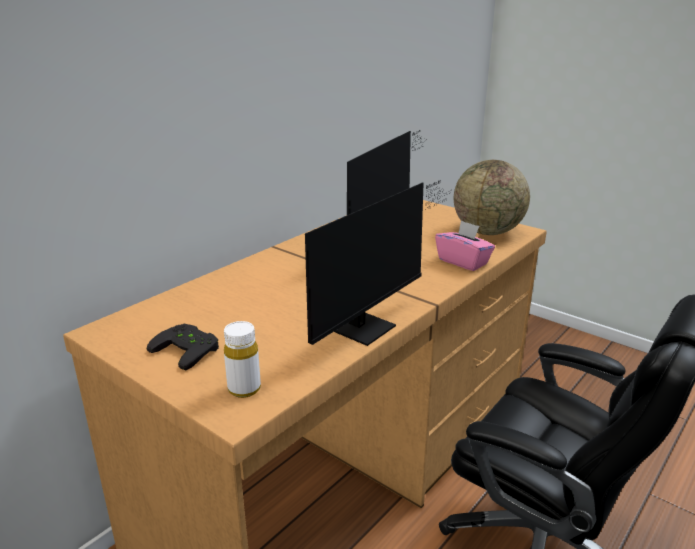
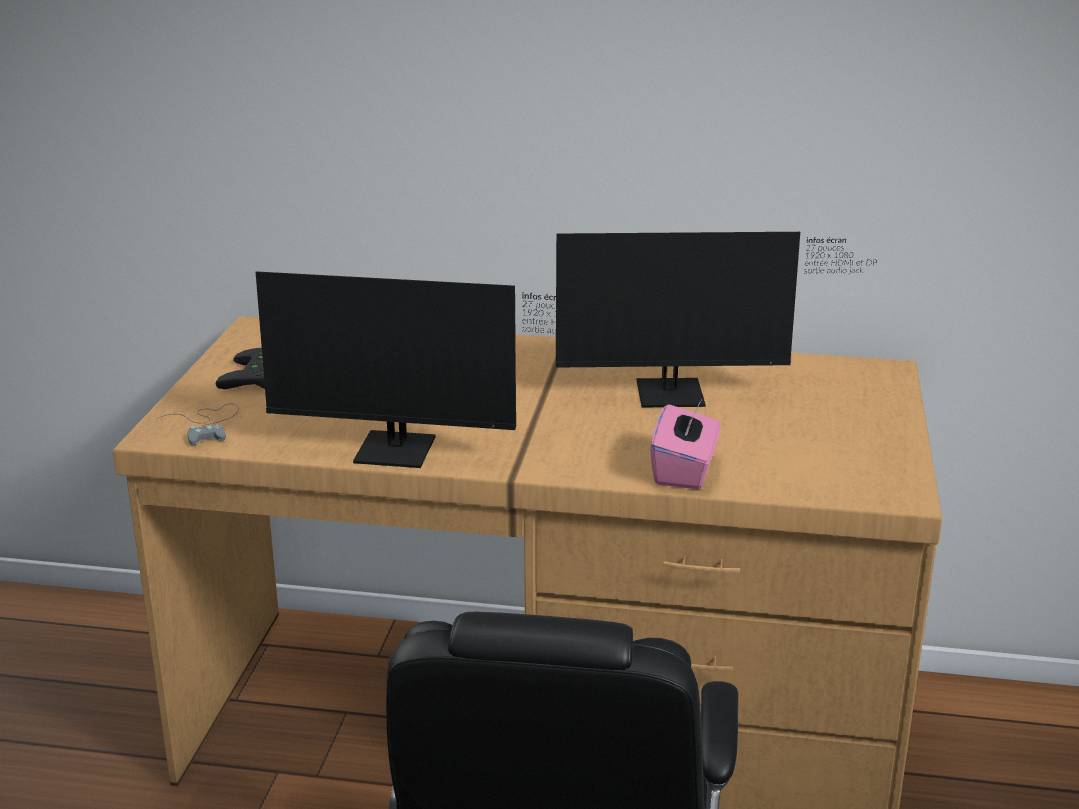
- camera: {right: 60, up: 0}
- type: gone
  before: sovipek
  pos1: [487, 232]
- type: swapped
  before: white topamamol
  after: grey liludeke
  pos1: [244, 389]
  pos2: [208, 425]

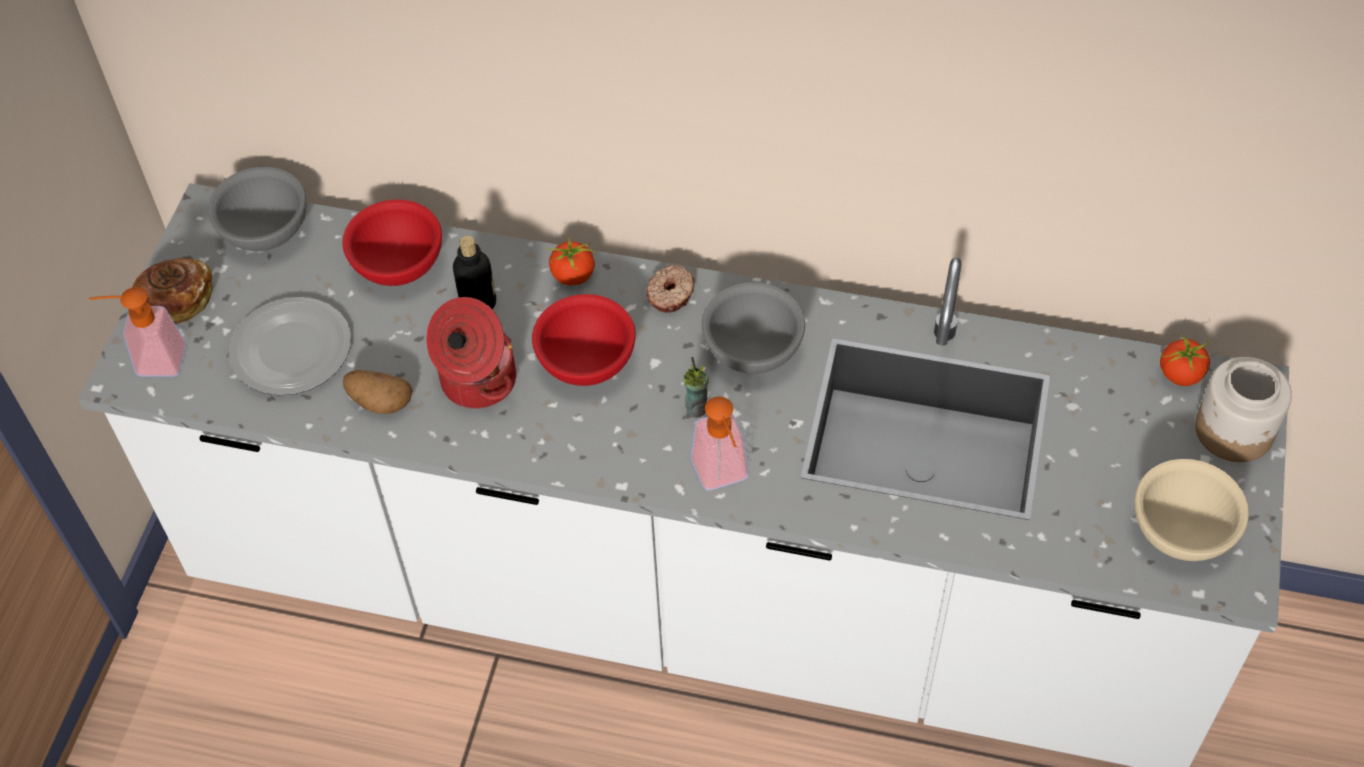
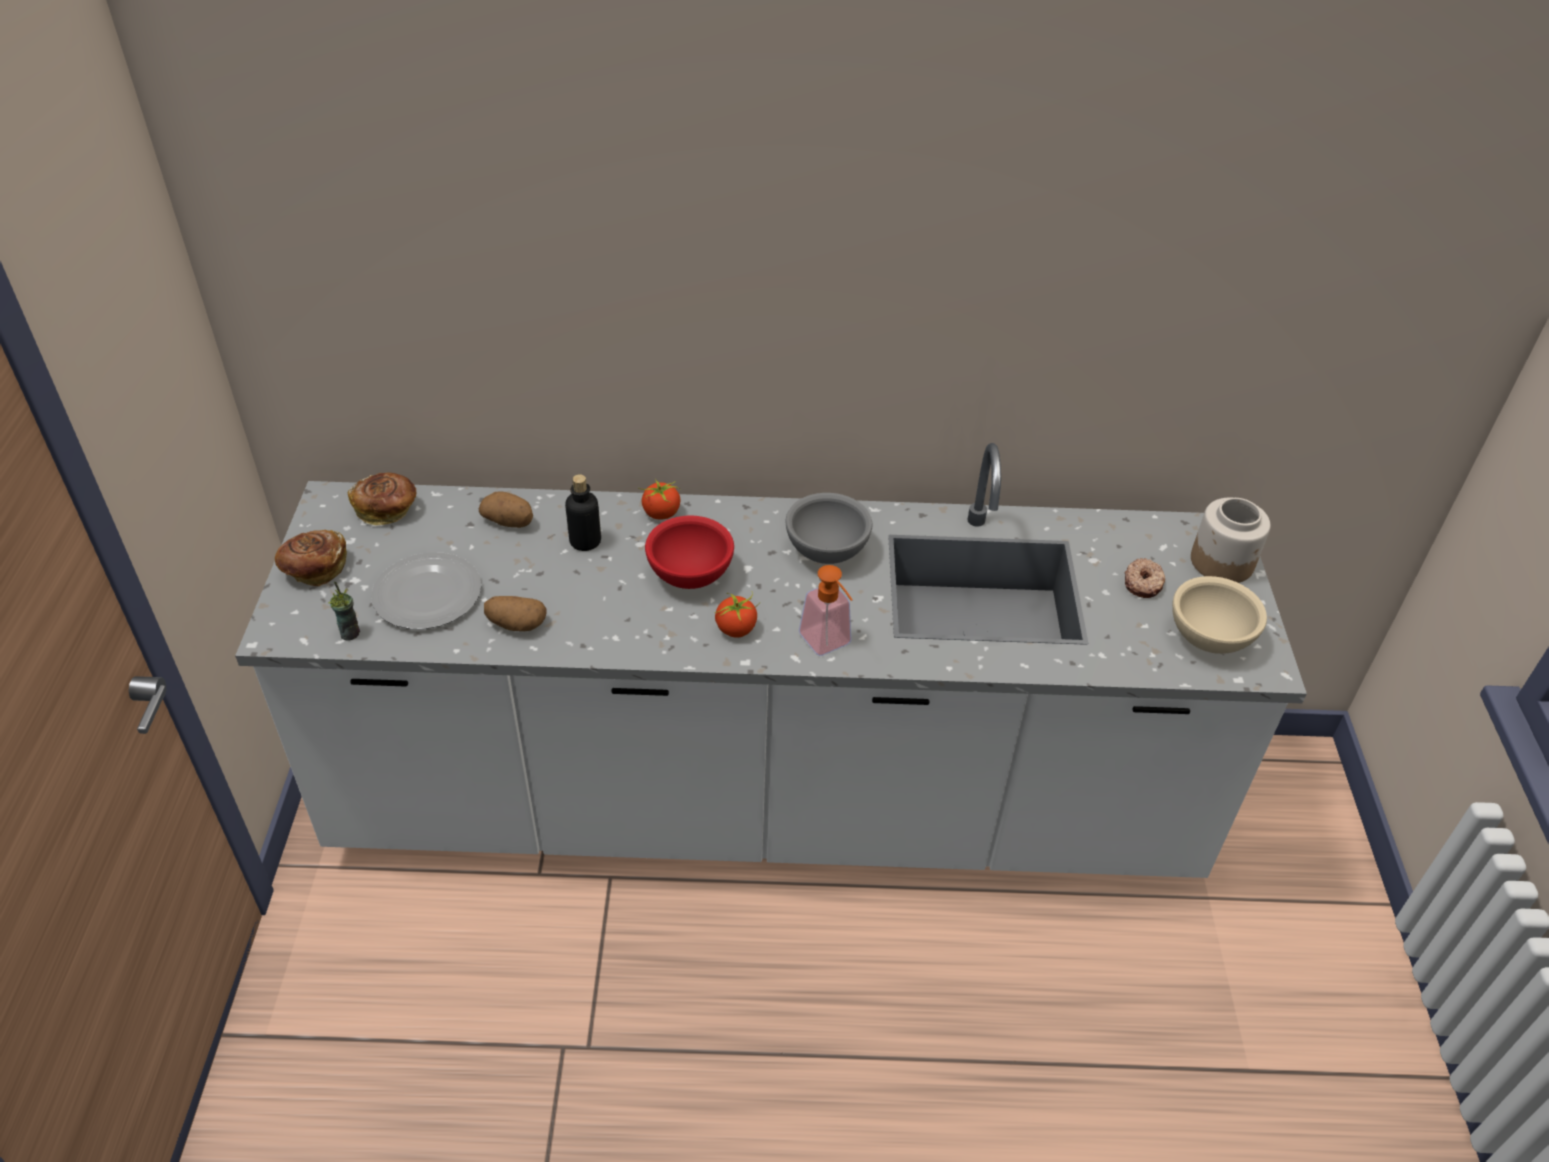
- camera: {right: -15, up: -10}
- type: gone
  before: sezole
  pos1: [151, 360]
- type: gone
  before: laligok
  pos1: [476, 381]
- type: shifted
  before: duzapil
  pos1: [671, 294]
  pos2: [1143, 583]
- type: shifted
  before: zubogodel
  pos1: [696, 408]
  pos2: [350, 633]
- type: shifted
  before: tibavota
  pos1: [1180, 374]
  pos2: [736, 629]
- type: swapped
  before: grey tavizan
  after: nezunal
  pos1: [268, 233]
  pos2: [387, 510]
- type: swapped
  before: red tavizan
  after: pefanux
  pos1: [399, 265]
  pos2: [509, 521]

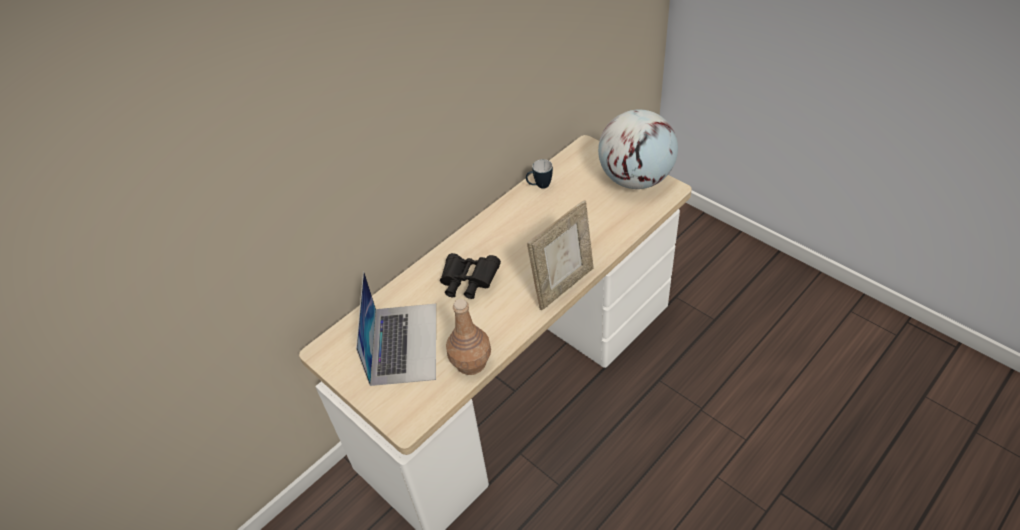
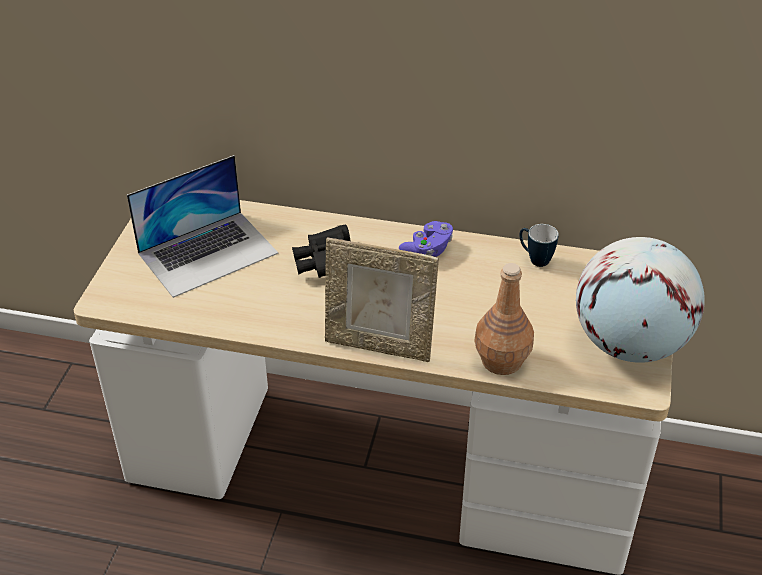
- camera: {right: 55, up: -5}
- type: new
  after: purple liludeke
  pos2: [428, 250]
- type: shifted
  before: brown topamamol
  pos1: [471, 363]
  pos2: [501, 361]

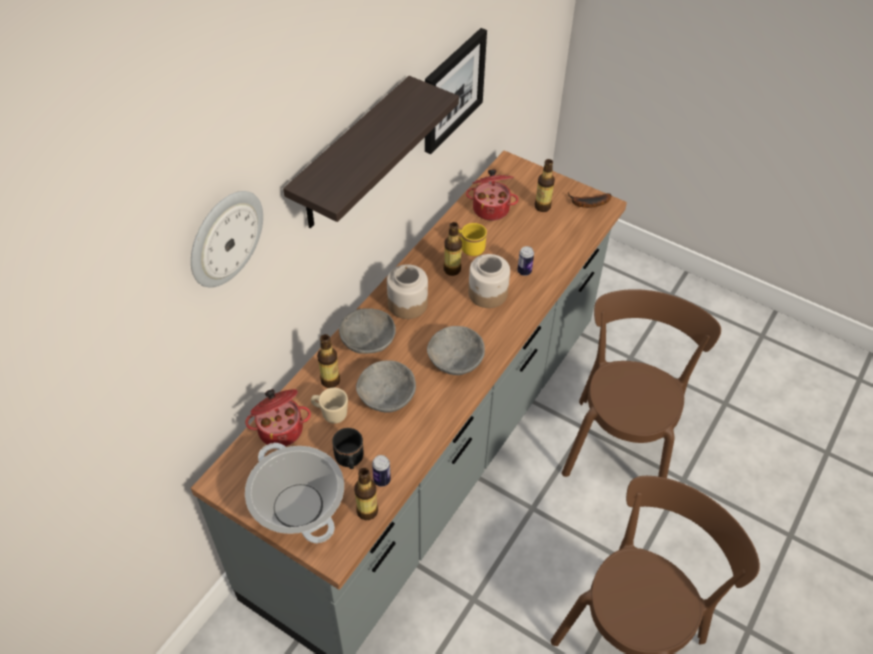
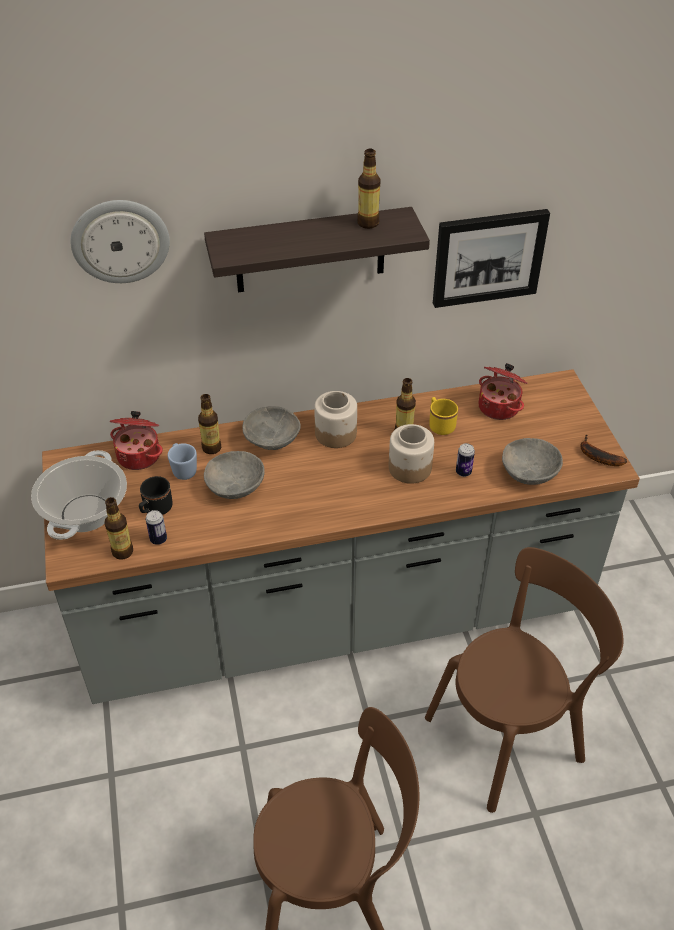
- camera: {right: 45, up: -5}
- type: shifted
  before: grey tavizan
  pos1: [456, 360]
  pos2: [530, 473]
- type: shifted
  before: topamamol
  pos1: [542, 207]
  pos2: [368, 223]
- type: repainted
  before: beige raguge
  after: blue raguge
  pos1: [330, 413]
  pos2: [183, 469]

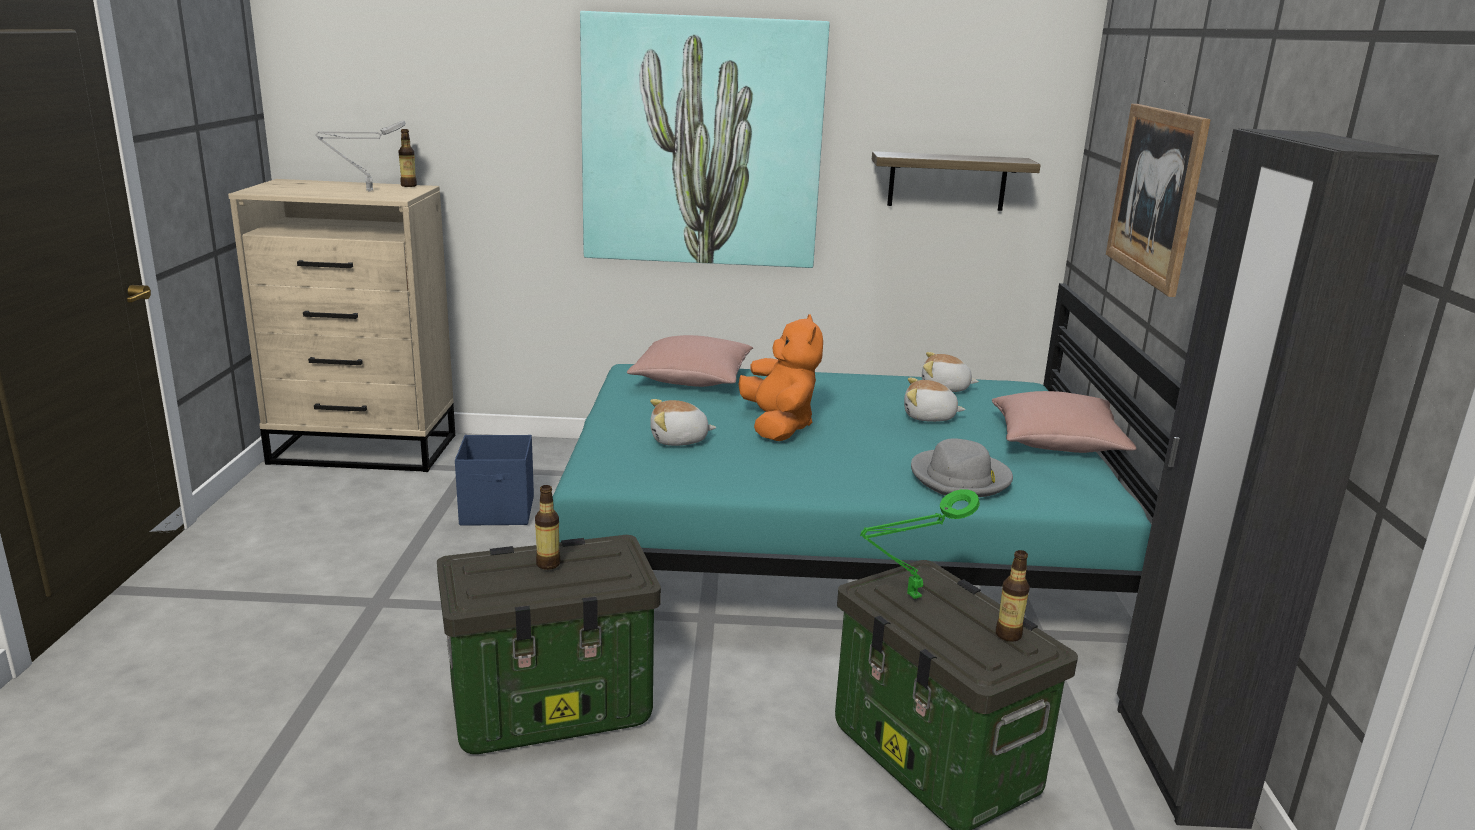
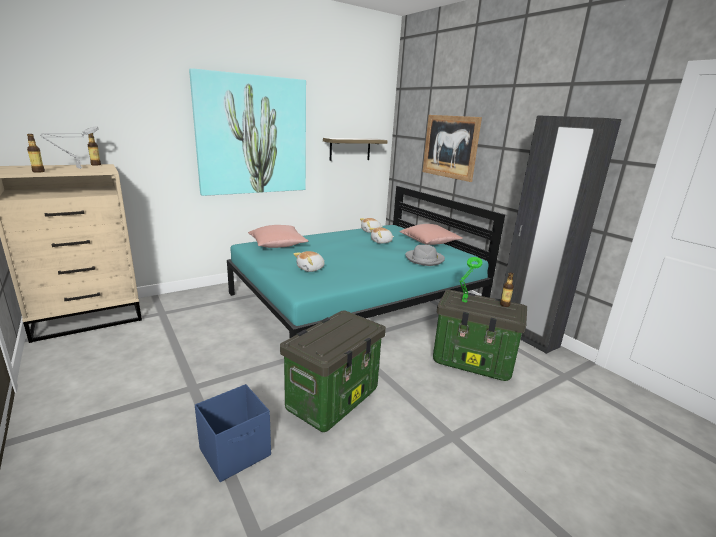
- camera: {right: -35, up: 0}
- type: gone
  before: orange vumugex
  pos1: [778, 426]
- type: shifted
  before: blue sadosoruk
  pos1: [498, 511]
  pos2: [236, 452]
- type: shifted
  before: topamamol
  pos1: [548, 564]
  pos2: [38, 171]

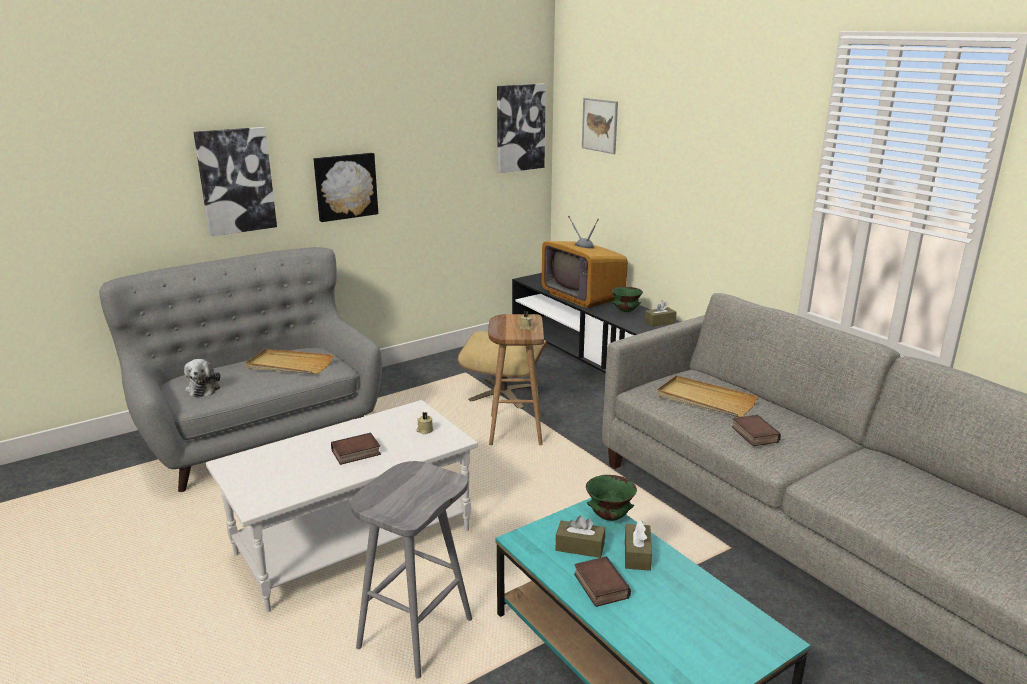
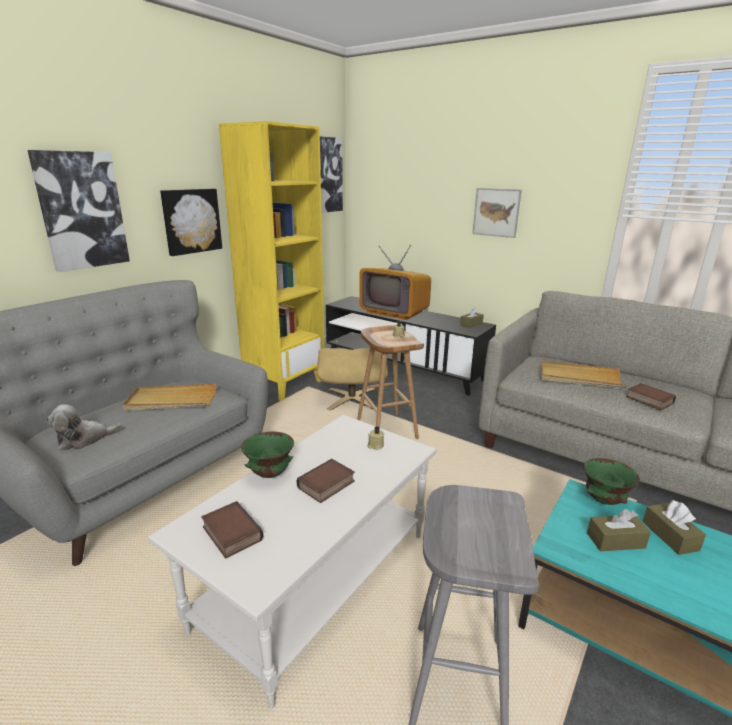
- camera: {right: -20, up: 0}
- type: new
  after: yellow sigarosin
  pos2: [285, 384]
- type: shifted
  before: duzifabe
  pos1: [599, 586]
  pos2: [230, 533]
- type: shifted
  before: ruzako
  pos1: [600, 125]
  pos2: [496, 212]
- type: shifted
  before: green tavizan
  pos1: [625, 311]
  pos2: [269, 474]
- type: rotated
  before: vumugex
  pos1: [204, 388]
  pos2: [84, 439]
  turn: 90

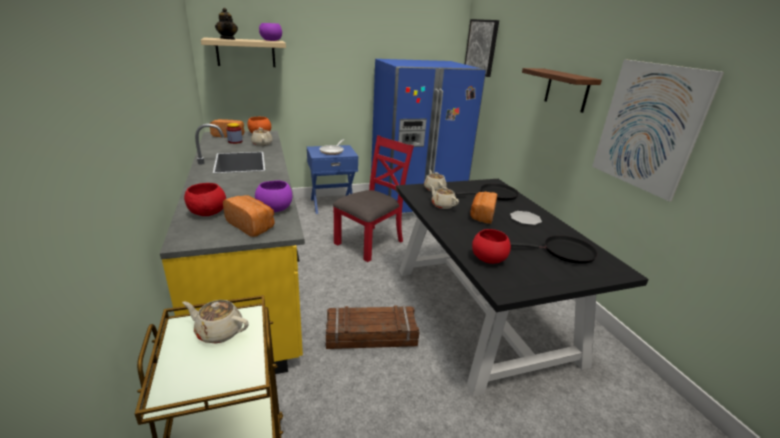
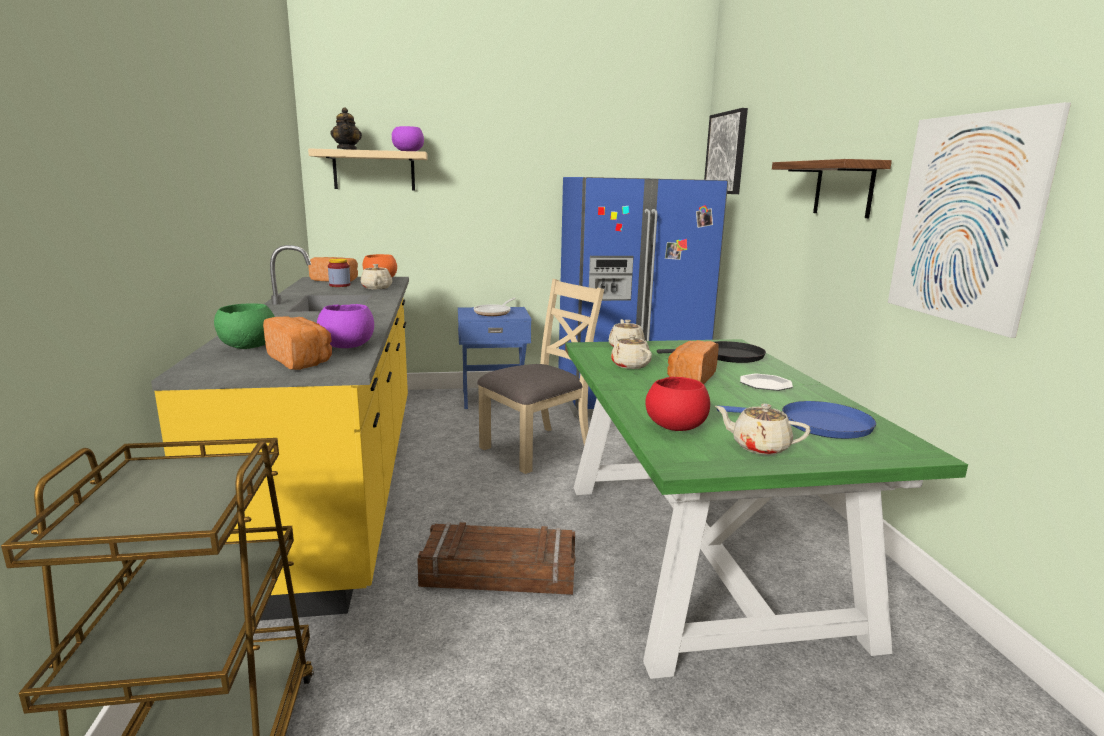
- camera: {right: 10, up: -10}
- type: shifted
  before: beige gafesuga
  pos1: [219, 331]
  pos2: [759, 446]
- type: repainted
  before: red tavizan
  after: green tavizan
  pos1: [207, 212]
  pos2: [247, 346]
- type: repainted
  before: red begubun
  after: beige begubun
  pos1: [370, 242]
  pos2: [537, 448]
- type: repainted
  before: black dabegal
  after: green dabegal
  pos1: [482, 312]
  pos2: [701, 555]
- type: repainted
  before: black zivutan
  after: blue zivutan
  pos1: [564, 252]
  pos2: [818, 425]

